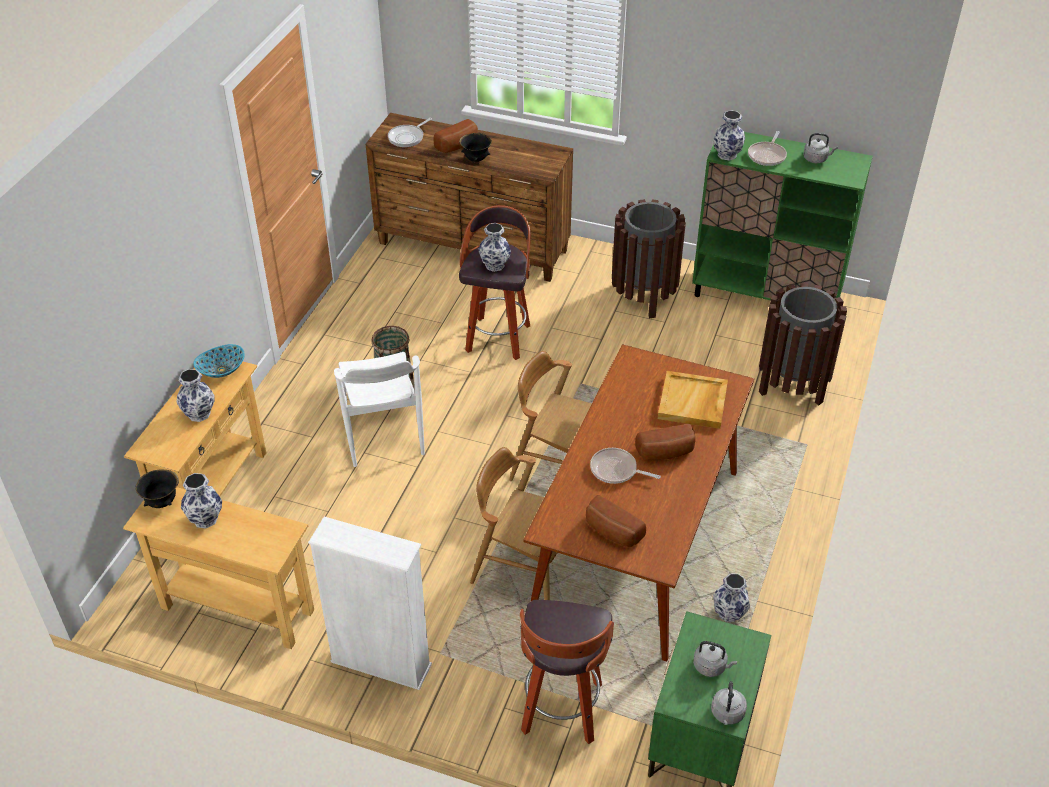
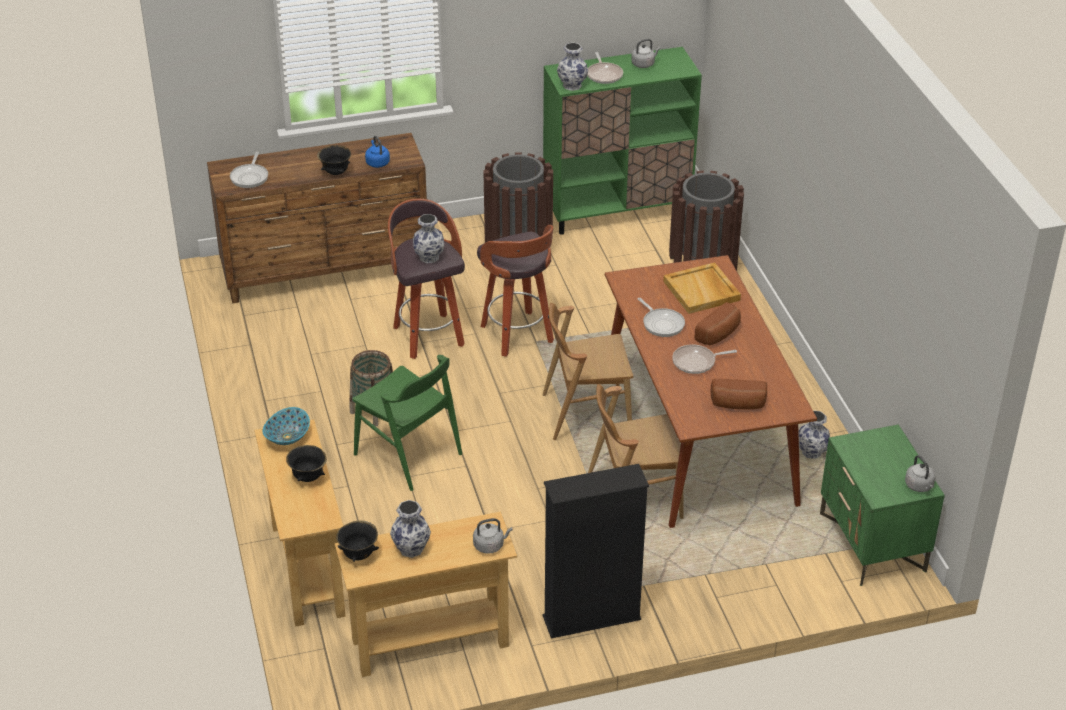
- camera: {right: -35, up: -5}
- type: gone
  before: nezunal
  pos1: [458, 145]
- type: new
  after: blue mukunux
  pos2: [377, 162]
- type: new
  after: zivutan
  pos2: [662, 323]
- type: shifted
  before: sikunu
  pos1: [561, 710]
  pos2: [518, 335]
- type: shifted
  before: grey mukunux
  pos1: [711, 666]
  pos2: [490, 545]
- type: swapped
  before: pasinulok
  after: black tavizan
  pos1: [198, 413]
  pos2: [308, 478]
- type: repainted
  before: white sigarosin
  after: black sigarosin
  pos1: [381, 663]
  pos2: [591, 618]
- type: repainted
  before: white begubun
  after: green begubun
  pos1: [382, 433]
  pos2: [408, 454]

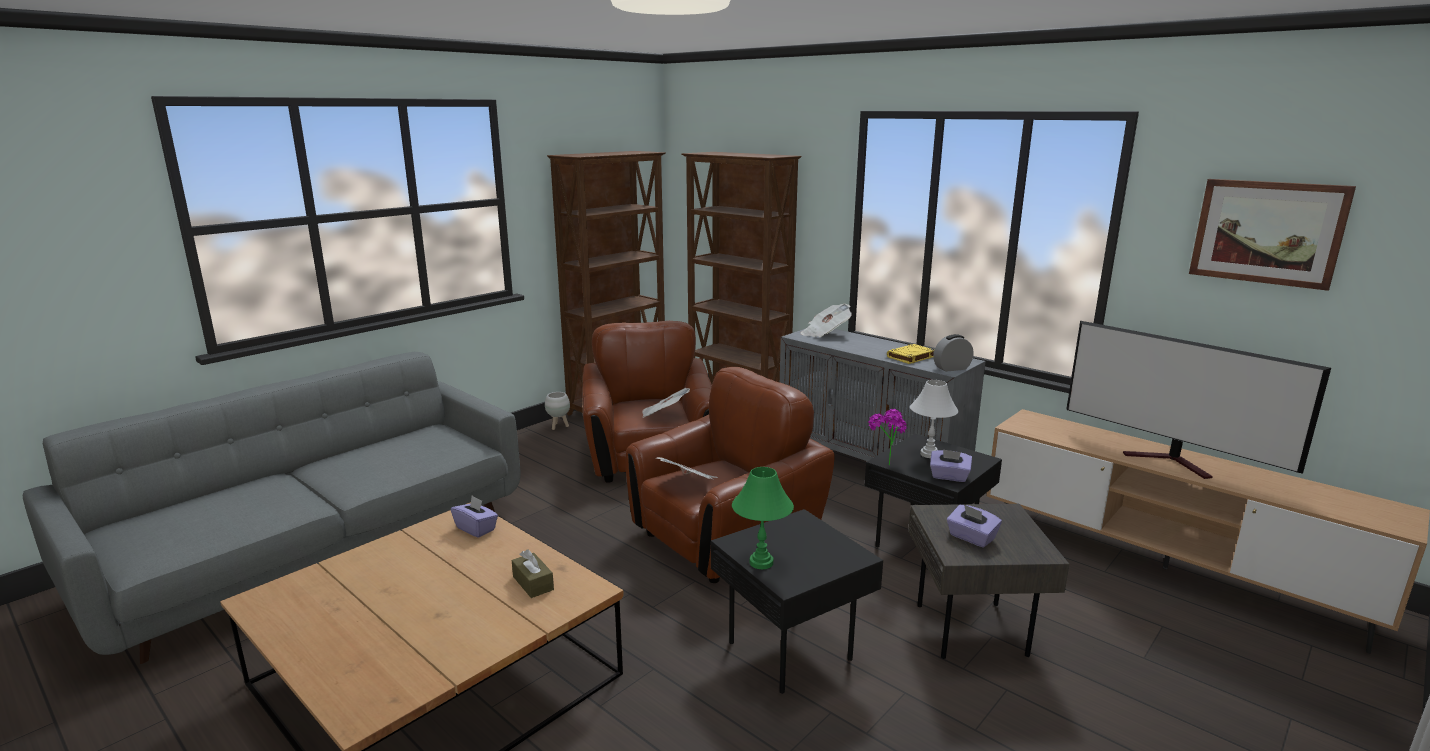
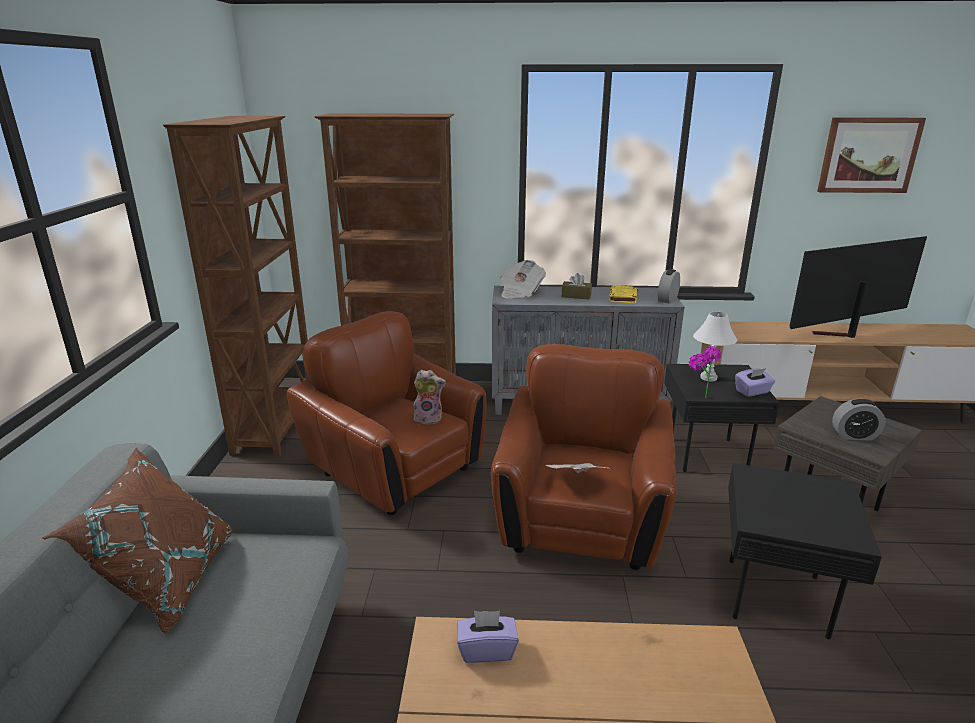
- camera: {right: -40, up: 5}
- type: gone
  before: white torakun
  pos1: [558, 426]
- type: gone
  before: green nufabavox
  pos1: [761, 562]
- type: new
  after: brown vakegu
  pos2: [166, 580]
- type: shifted
  before: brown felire
  pos1: [533, 583]
  pos2: [576, 296]
- type: swapped
  before: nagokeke
  after: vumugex
  pos1: [664, 415]
  pos2: [429, 418]
- type: swapped
  before: purple felire
  after: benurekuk
  pos1: [971, 538]
  pos2: [854, 436]
- type: rotated
  before: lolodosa
  pos1: [1172, 462]
  pos2: [842, 333]
  turn: 150

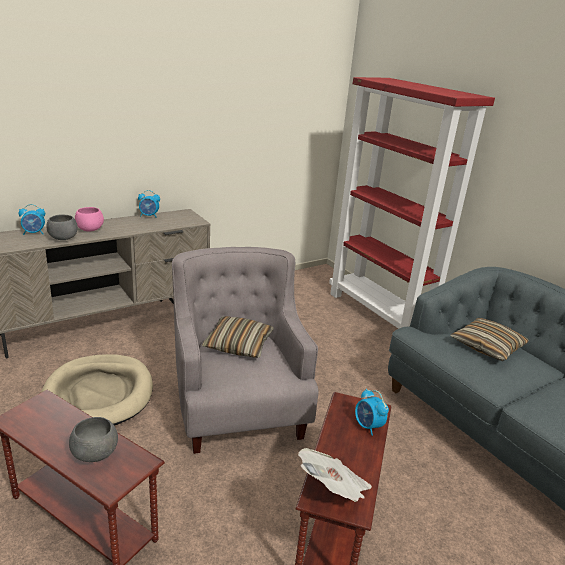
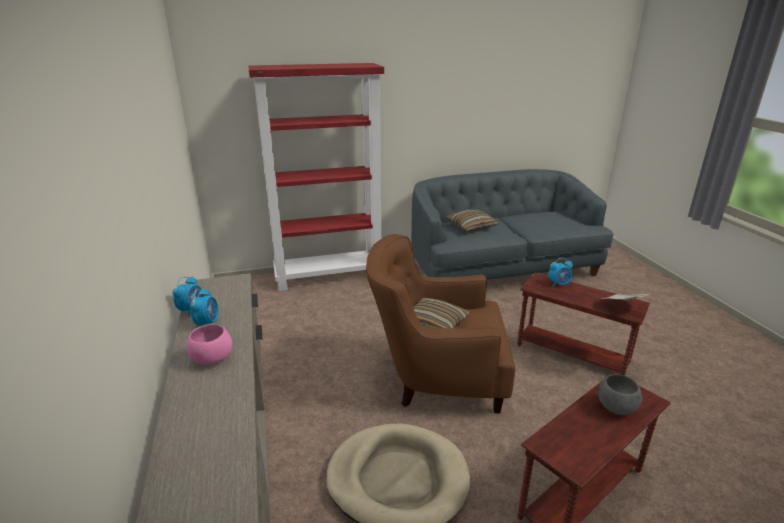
- camera: {right: -70, up: 0}
- type: gone
  before: grey tavizan
  pos1: [63, 238]
- type: shifted
  before: benurekuk
  pos1: [34, 233]
  pos2: [207, 323]
- type: repainted
  before: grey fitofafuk
  after: brown fitofafuk
  pos1: [238, 404]
  pos2: [437, 377]

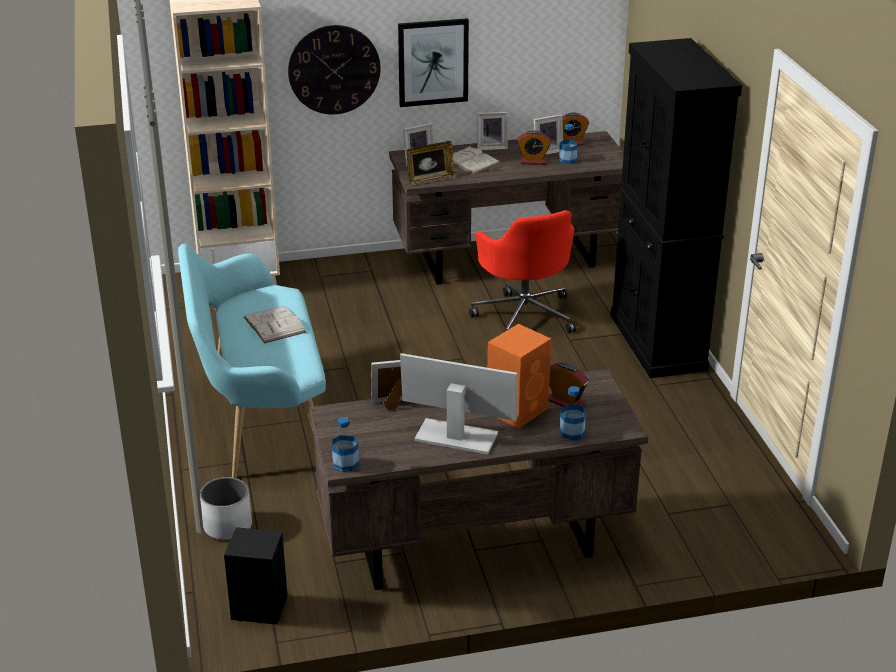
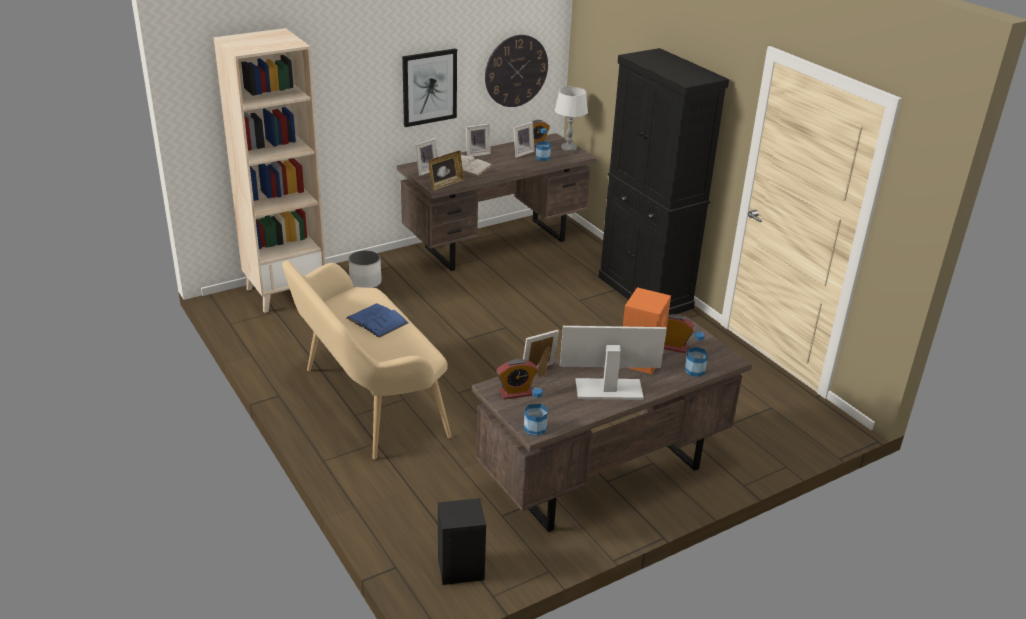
- camera: {right: -20, up: 0}
- type: gone
  before: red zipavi
  pos1: [524, 315]
- type: new
  after: grey nufabavox
  pos2: [568, 148]
- type: shifted
  before: white torakun
  pos1: [228, 526]
  pos2: [365, 282]
- type: shifted
  before: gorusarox
  pos1: [334, 69]
  pos2: [516, 71]
- type: shifted
  before: benurekuk
  pos1: [533, 161]
  pos2: [515, 393]
- type: repainted
  before: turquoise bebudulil
  after: beige bebudulil
  pos1: [259, 417]
  pos2: [367, 403]
- type: repainted
  before: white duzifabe
  after: blue duzifabe
  pos1: [274, 325]
  pos2: [377, 320]

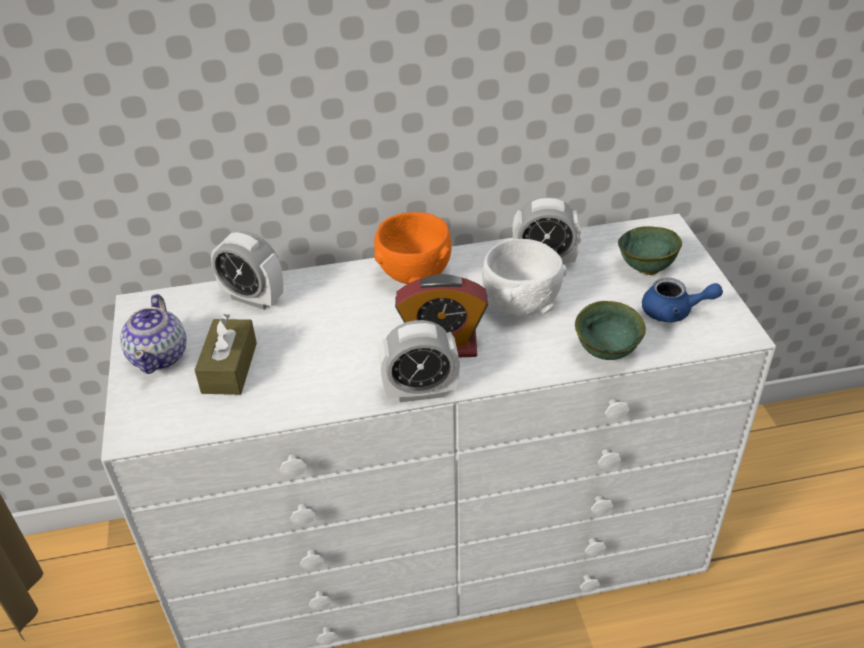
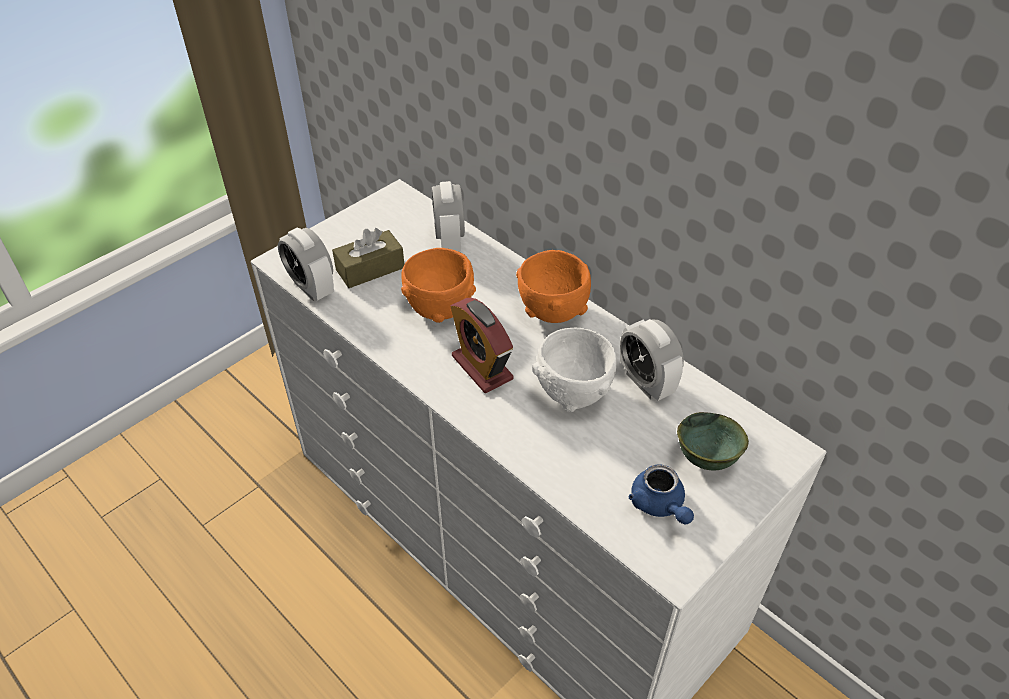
- camera: {right: 55, up: 5}
- type: gone
  before: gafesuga
  pos1: [160, 356]
- type: gone
  before: green tavizan
  pos1: [607, 352]
- type: new
  after: orange tavizan
  pos2: [440, 308]
- type: shifted
  before: benurekuk
  pos1: [420, 391]
  pos2: [311, 288]

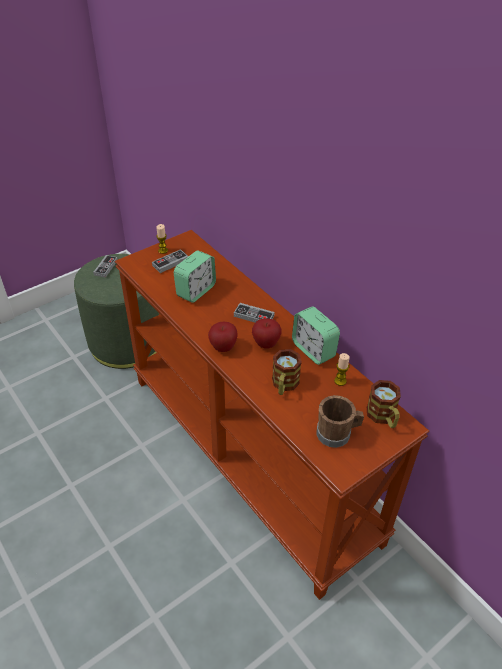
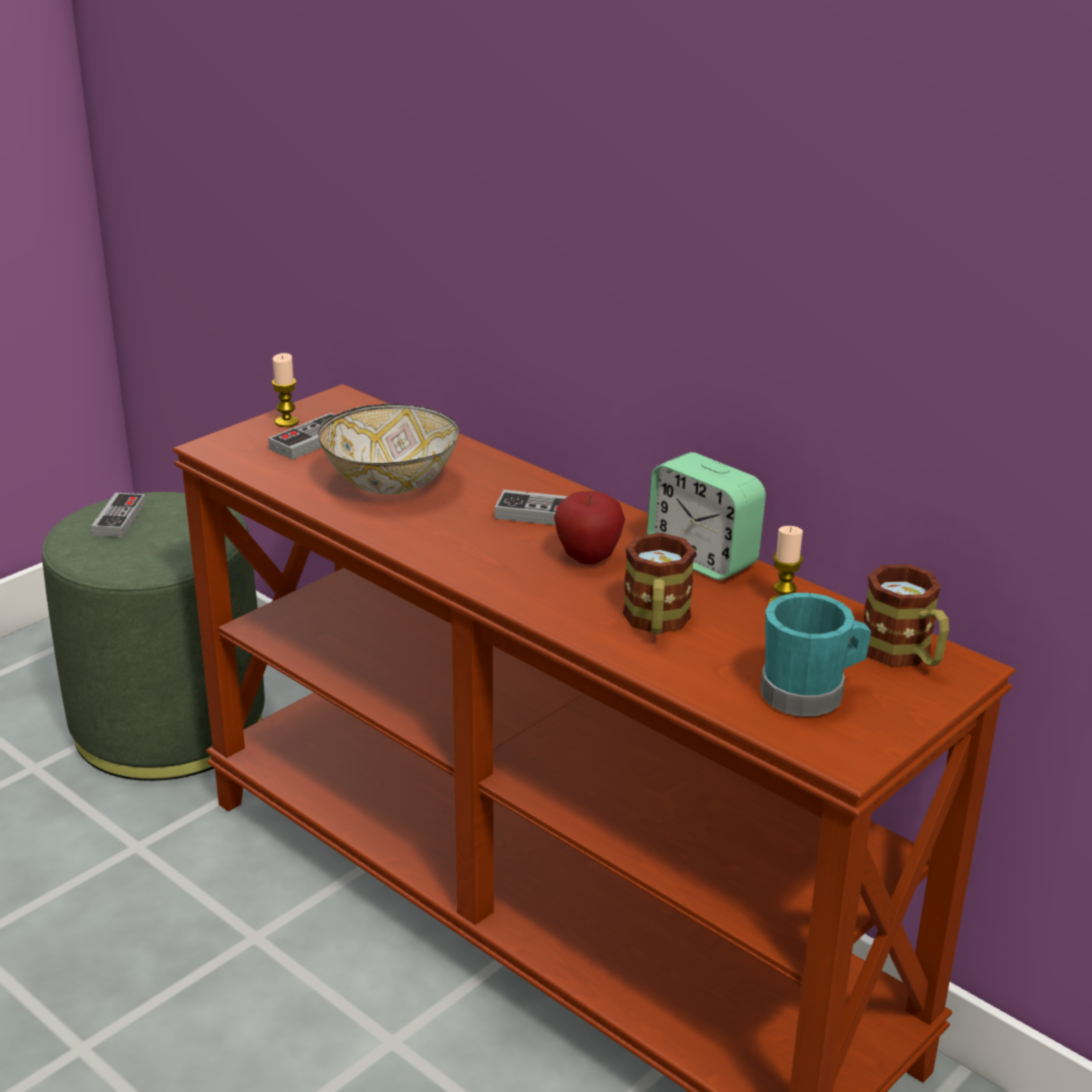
- camera: {right: -10, up: -15}
- type: gone
  before: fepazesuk
  pos1: [223, 348]
- type: swapped
  before: benurekuk
  after: tavizan
  pos1: [196, 291]
  pos2: [390, 483]
- type: repainted
  before: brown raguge
  after: turquoise raguge
  pos1: [337, 433]
  pos2: [811, 693]

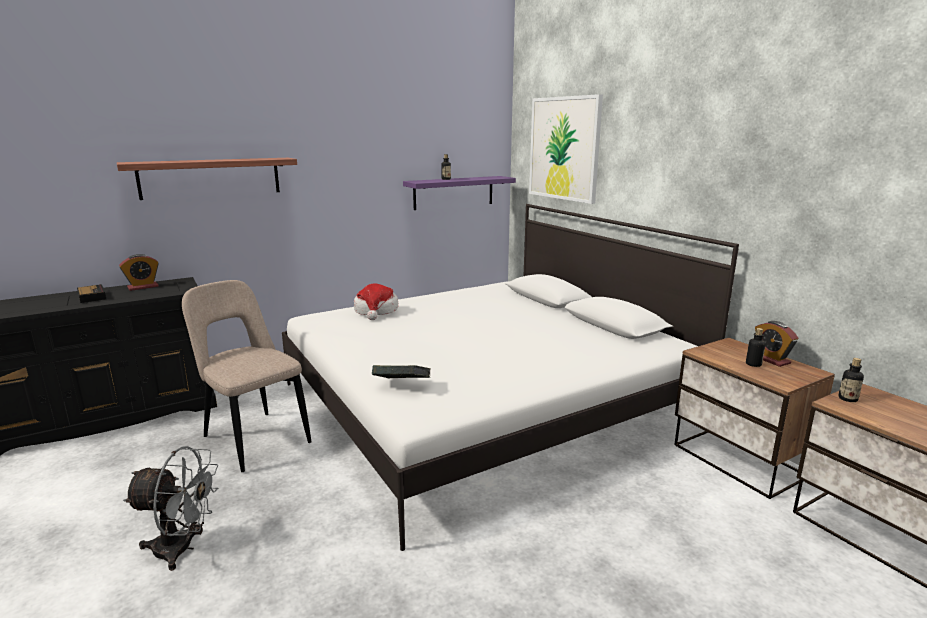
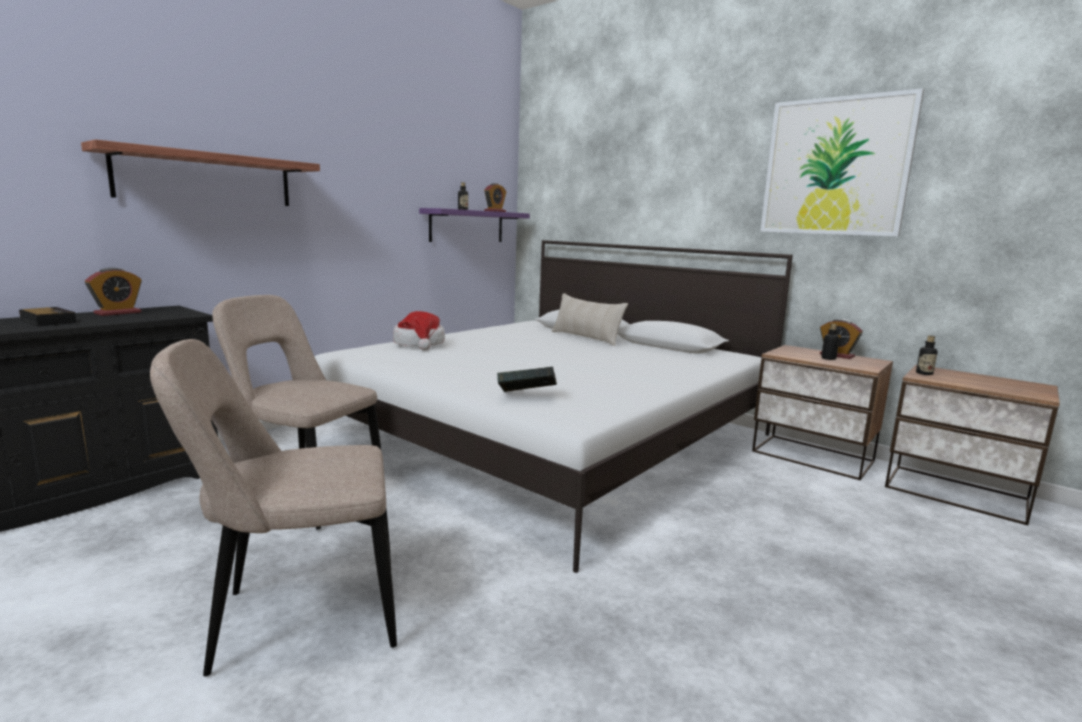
- camera: {right: -20, up: -5}
- type: new
  after: benurekuk
  pos2: [495, 211]
- type: new
  after: beige vakegu
  pos2: [586, 338]
- type: shifted
  before: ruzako
  pos1: [564, 148]
  pos2: [835, 167]
- type: swapped
  before: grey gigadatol
  after: beige begubun
  pos1: [182, 549]
  pos2: [298, 619]

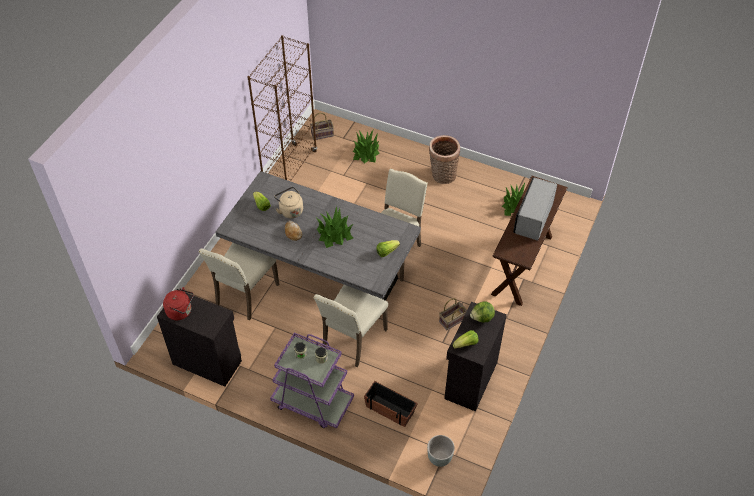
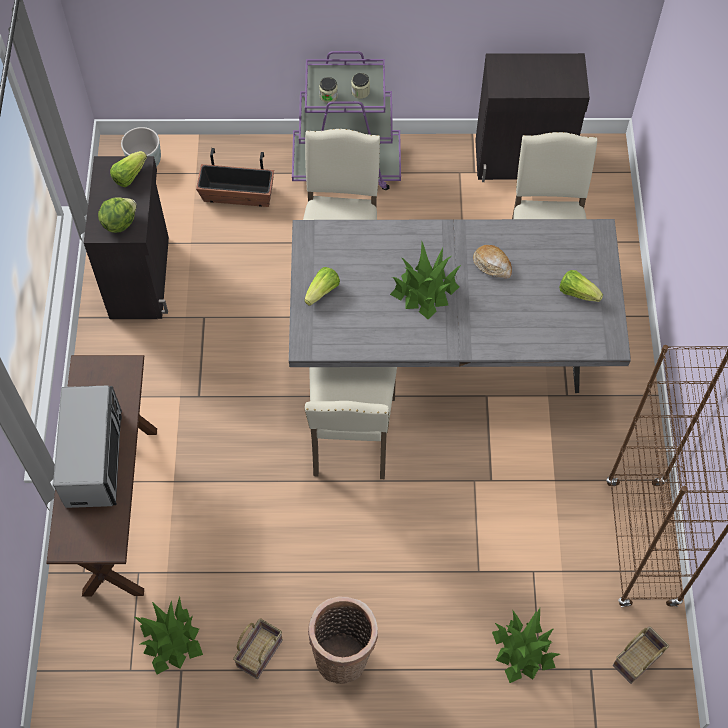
- camera: {right: 155, up: 10}
- type: gone
  before: red mukunux
  pos1: [181, 311]
- type: gone
  before: beige mukunux
  pos1: [290, 210]
- type: shifted
  before: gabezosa
  pos1: [452, 321]
  pos2: [259, 651]

